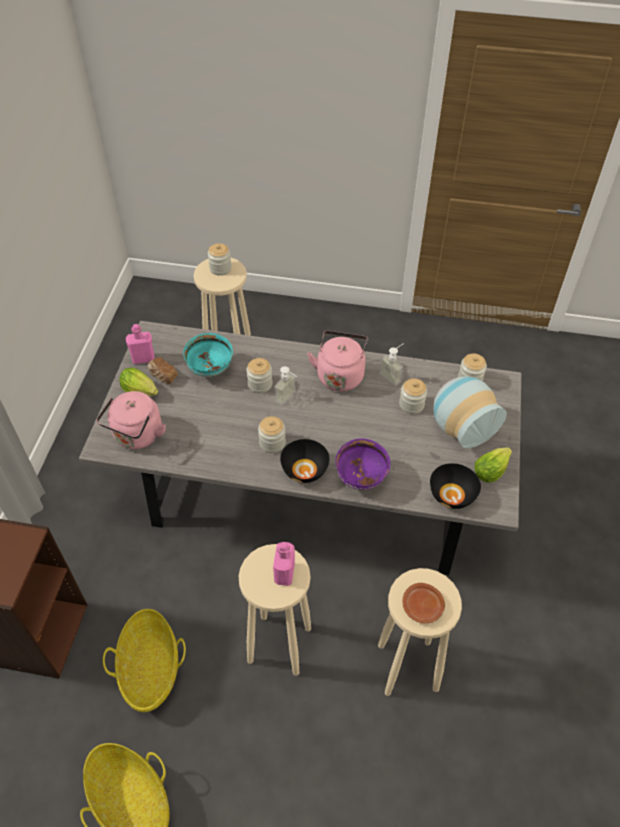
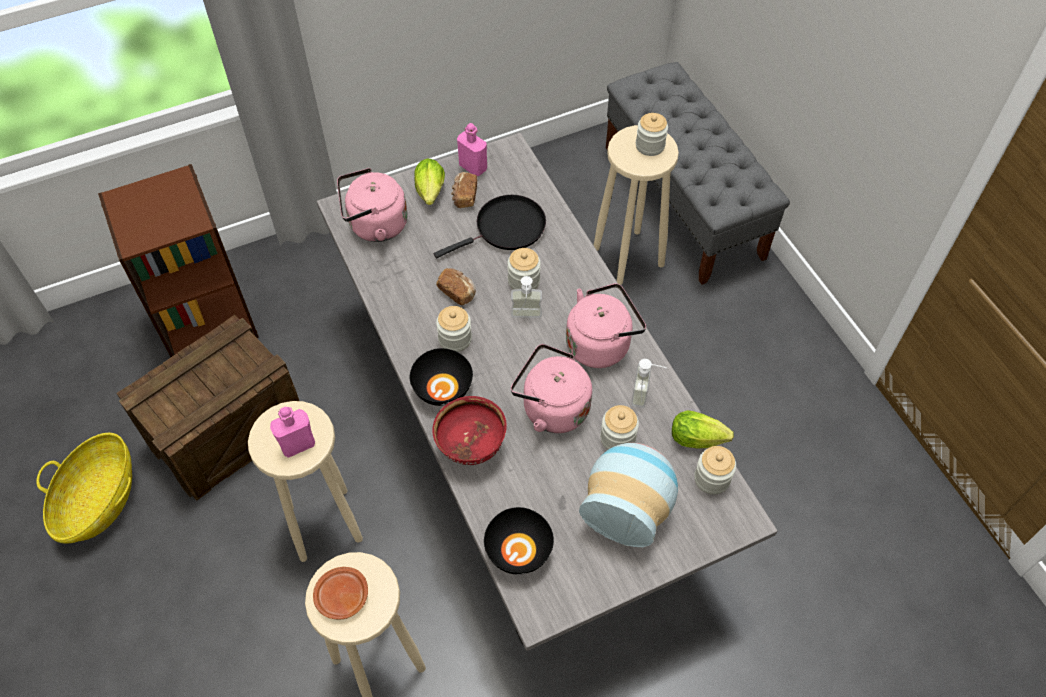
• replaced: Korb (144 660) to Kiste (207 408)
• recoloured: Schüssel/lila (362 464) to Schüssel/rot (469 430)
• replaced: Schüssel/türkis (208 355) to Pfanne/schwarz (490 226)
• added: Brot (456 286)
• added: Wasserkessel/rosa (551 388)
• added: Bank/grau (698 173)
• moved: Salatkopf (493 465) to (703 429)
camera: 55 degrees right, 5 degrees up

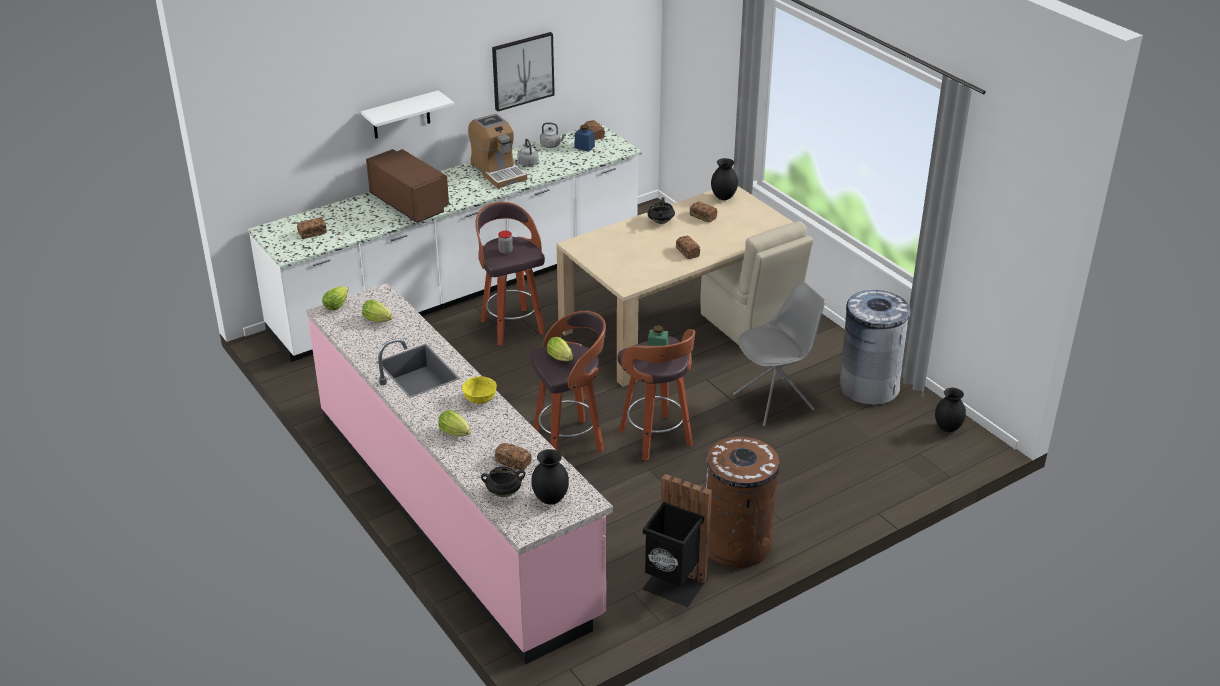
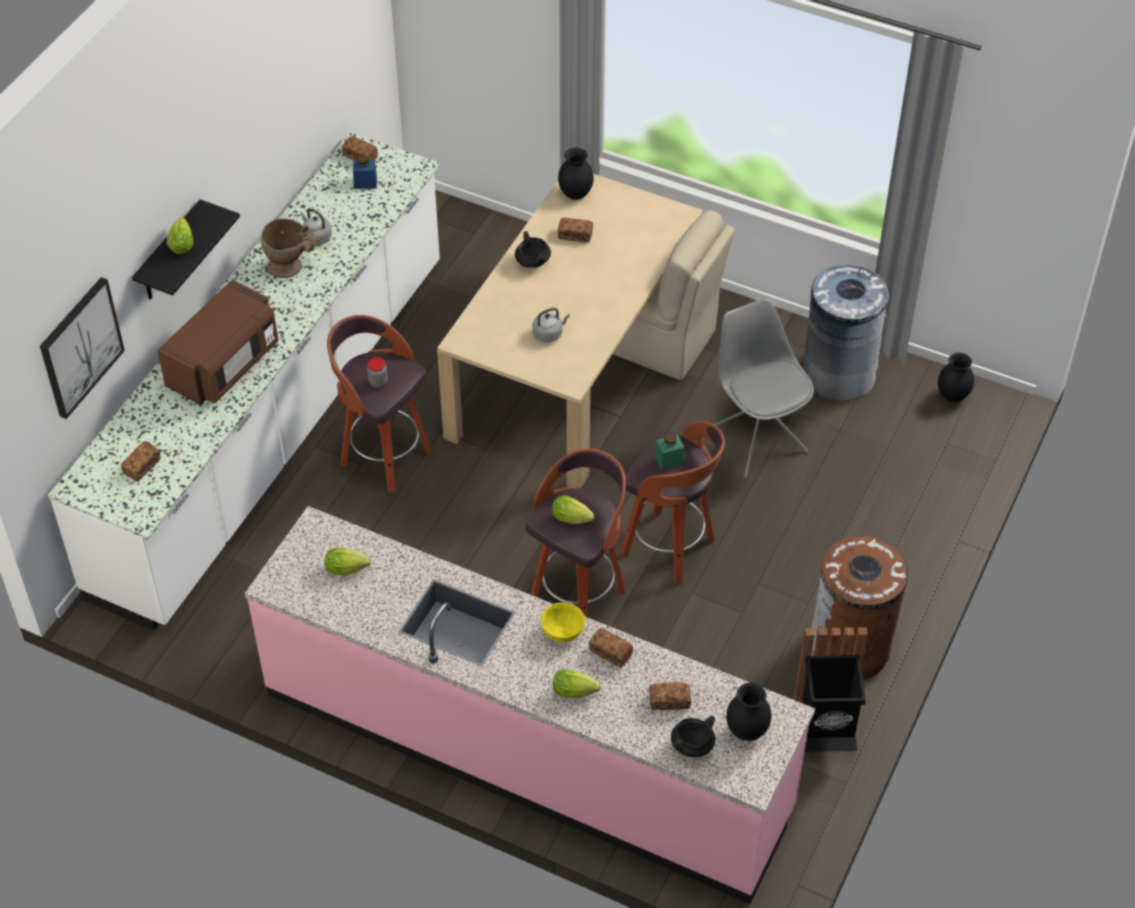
• moved: Bild (523 71) to (82 348)
• recoloured: Wandregal/weiß (407 114) to Wandregal/schwarz (186 249)
• turned: Mikrowelle/braun (407 186) = (217 342) 105 degrees clockwise
• moved: Salatkopf (335 298) to (180 235)
• replaced: Kaffeemaschine (497 151) to Vase/beige (290 248)
• moved: Wasserkessel/grau (553 135) to (551 325)
• moved: Brot (688 247) to (611 648)
• turned: Stuhl/grau (779 354) = (763 388) 60 degrees counterclockwise
camera: 30 degrees left, 15 degrees up

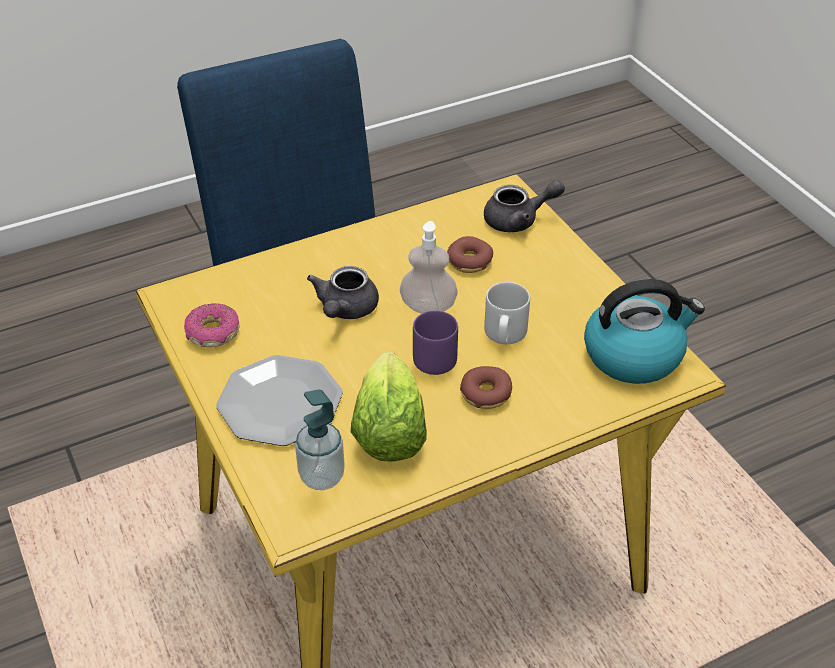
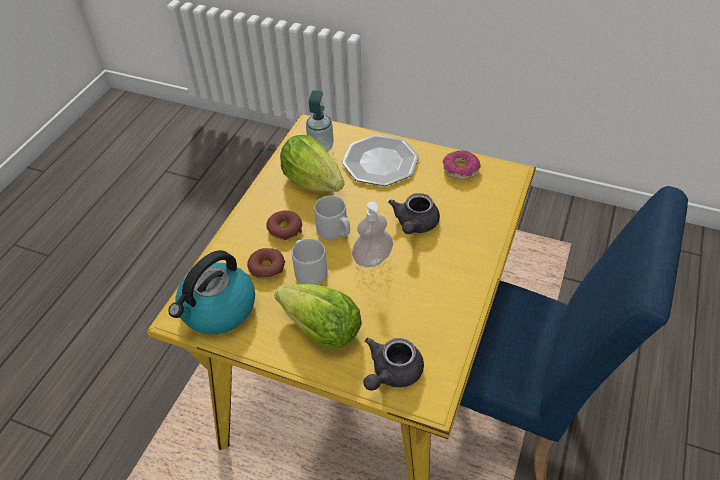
• moved: Donut (470 254) to (266 263)
• added: Salatkopf (318 316)
• recoloured: Henkelbecher/lila (435 342) to Henkelbecher/grau (332 217)
• turned: Teekanne/grau (343 292) = (414 213) 135 degrees counterclockwise
camera: 140 degrees right, 5 degrees up

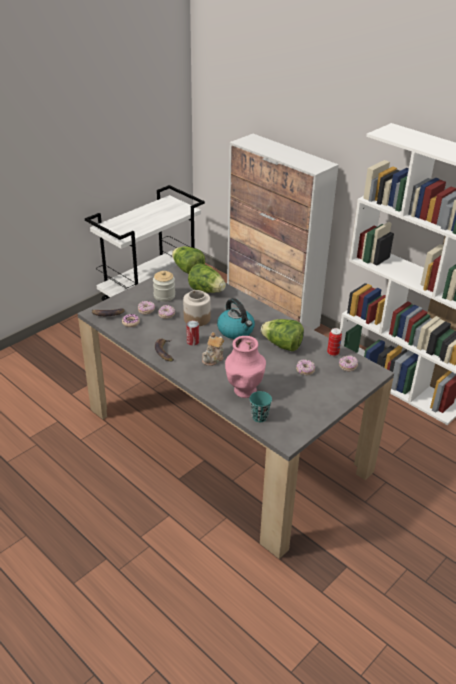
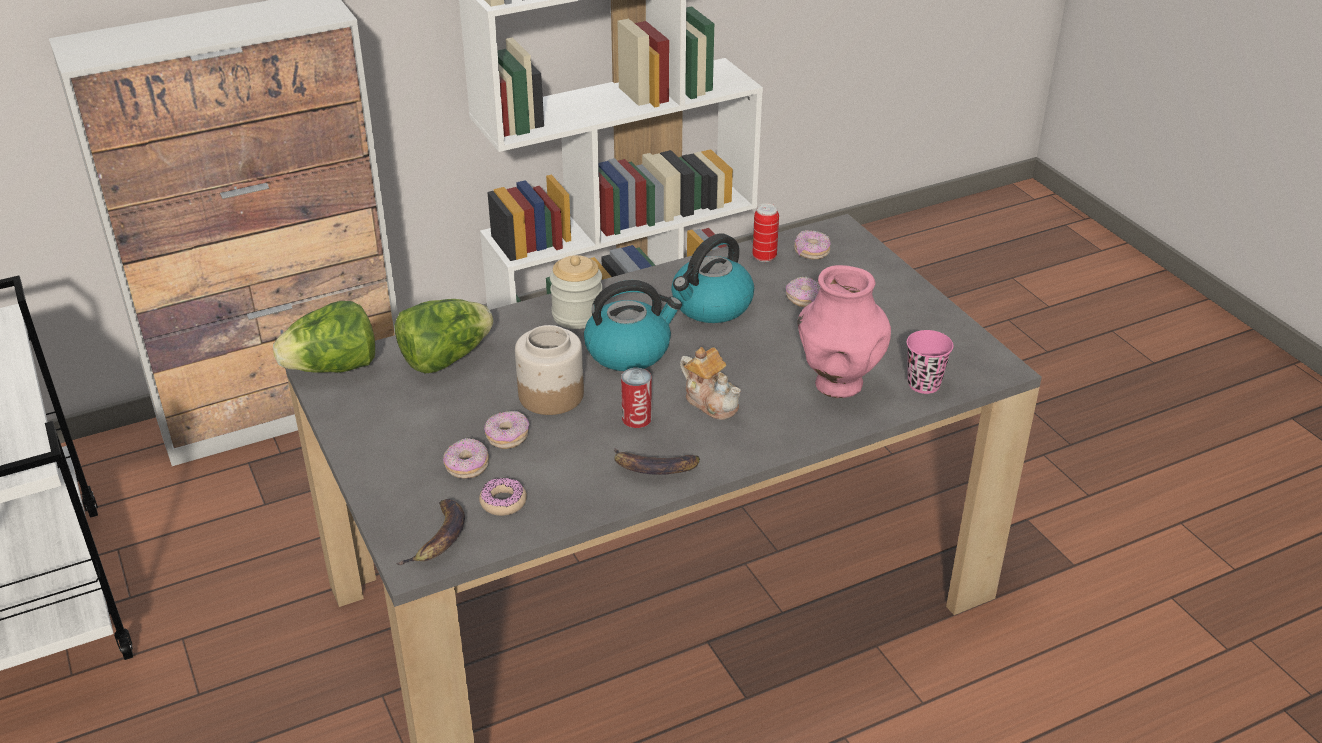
• moved: Vorratsglas (164 286) to (576 292)
• replaced: Salatkopf (282 335) to Wasserkessel (712 278)
• recoloured: Tasse/türkis (260 406) to Tasse/rosa (930 362)
camera: 70 degrees left, 0 degrees up

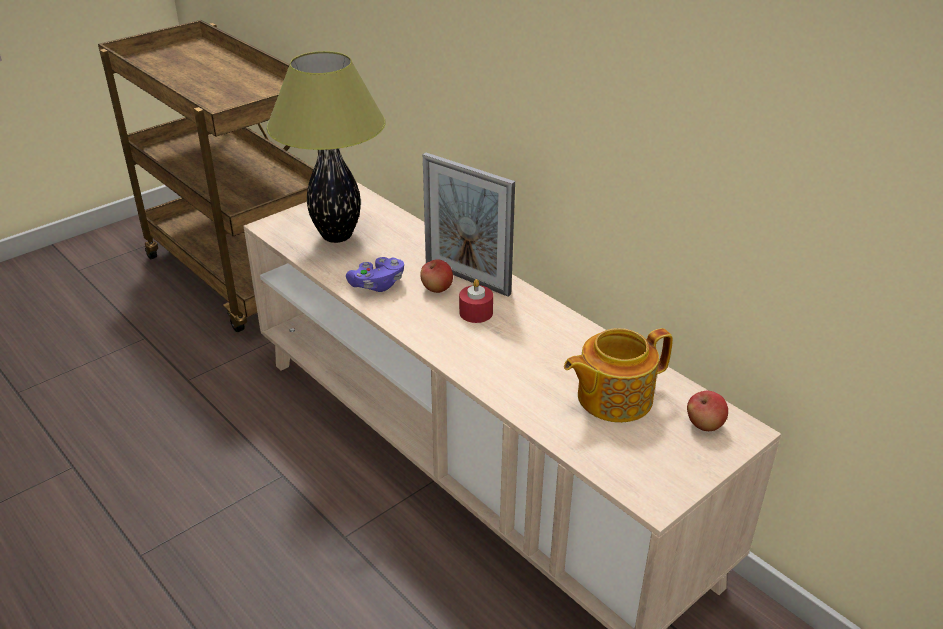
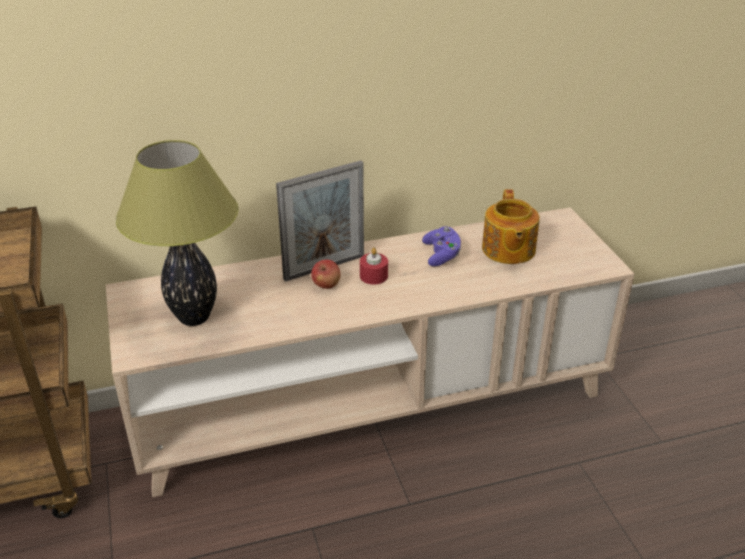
• moved: Gamepad/lila (375 274) to (441 246)
• removed: Apfel (707 411)
camera: 65 degrees left, 0 degrees up

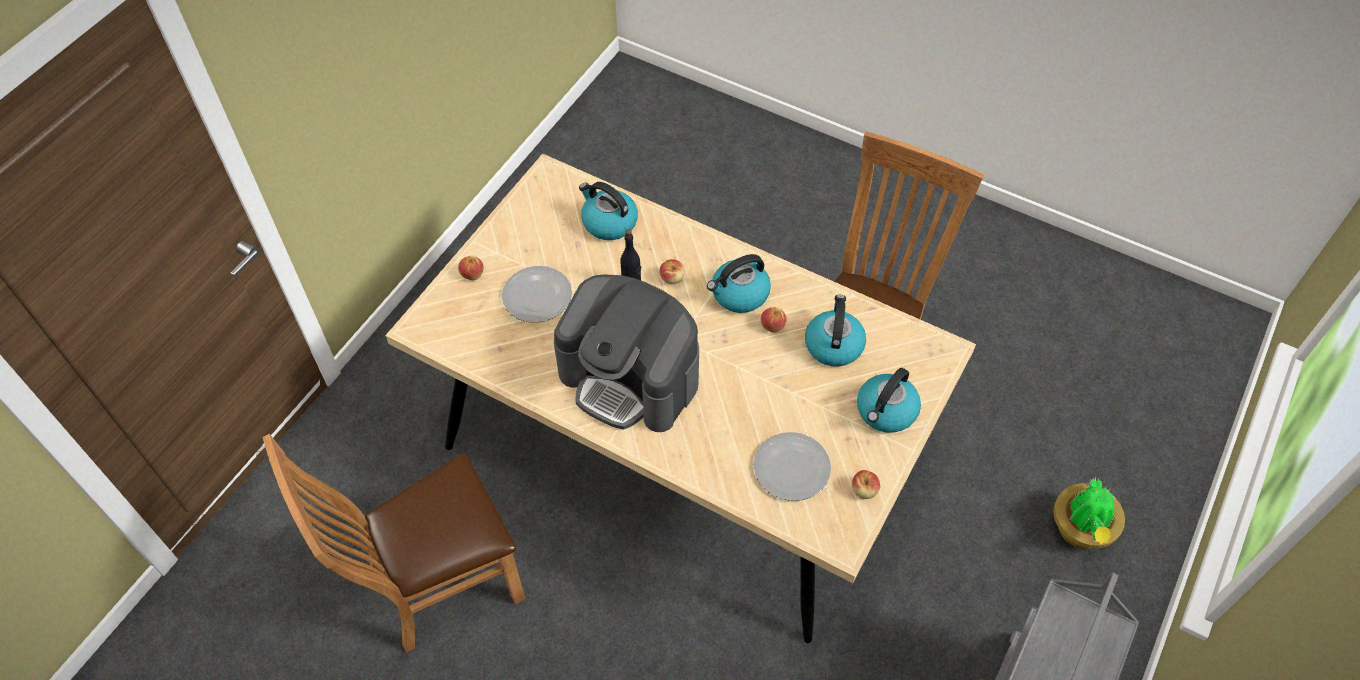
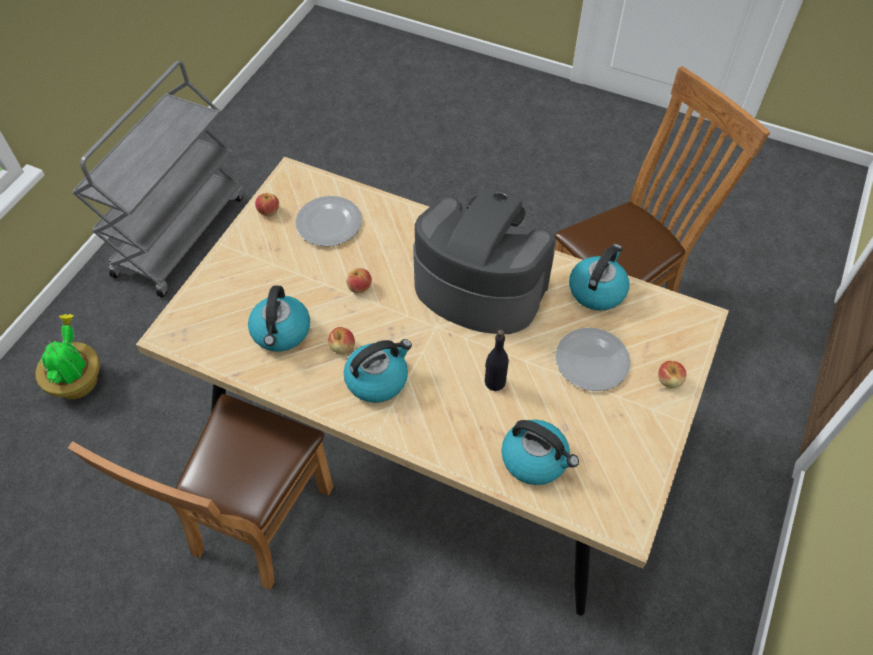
• moved: Apfel (672 271) to (359 280)
• moved: Wasserkessel (889 400) to (599 277)
camera: 175 degrees right, 0 degrees up

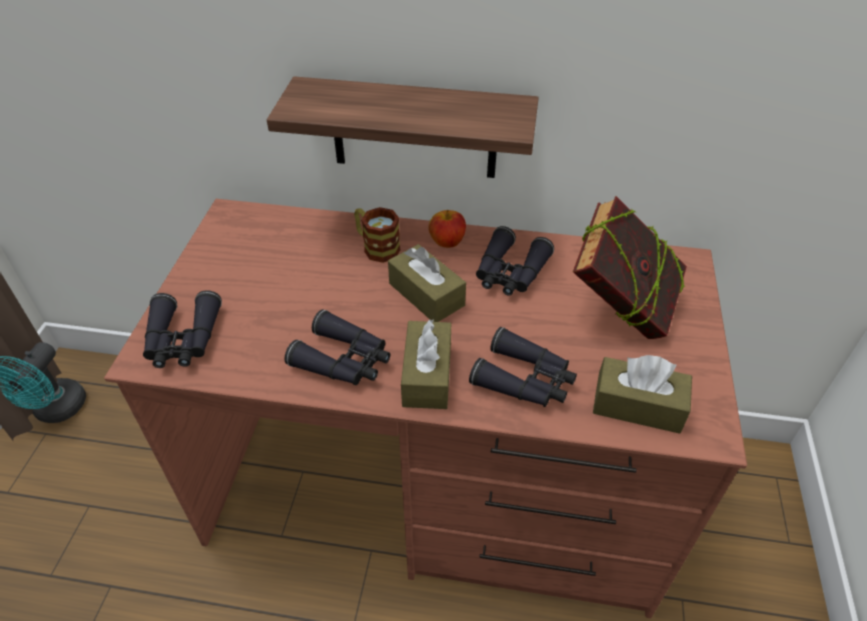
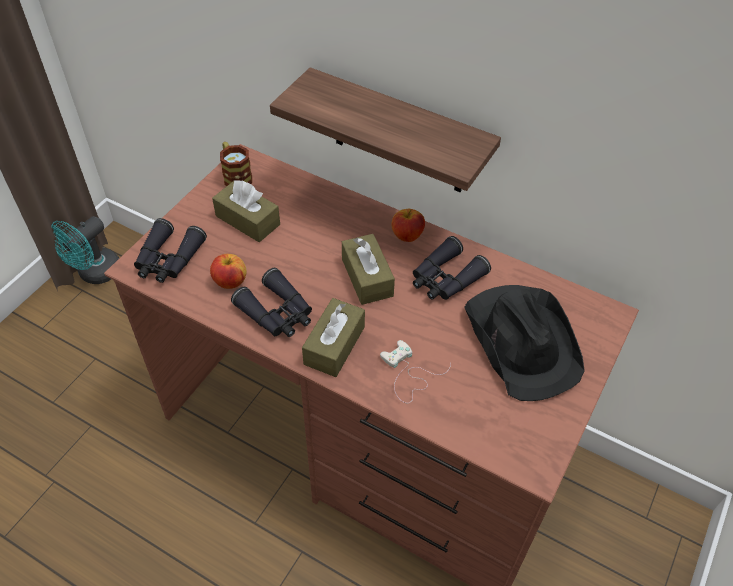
• added: Apfel (228 271)
• moved: Taschentuchbox/braun (642 394) to (246 211)
• moved: Henkelbecher (377 235) to (236 164)
• replaced: Fernglas/schwarz (523 367) to Gamepad/weiß (415 371)
• replaced: Buch (630 267) to Hut/schwarz (524 343)
camera: 20 degrees right, 5 degrees up

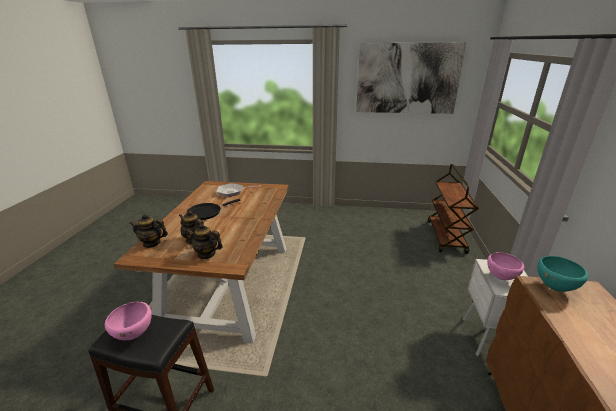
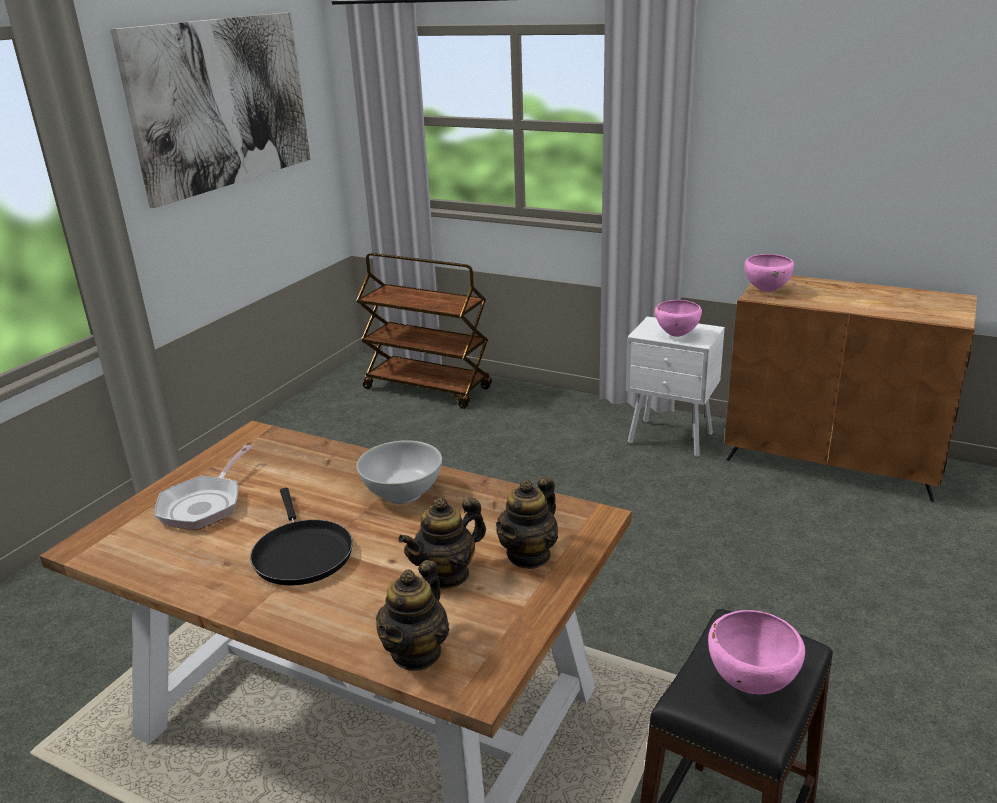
• added: Schüssel/weiß (399 472)
• recoloured: Schüssel/türkis (562 274) to Schüssel/rosa (769 273)
camera: 70 degrees left, 0 degrees up

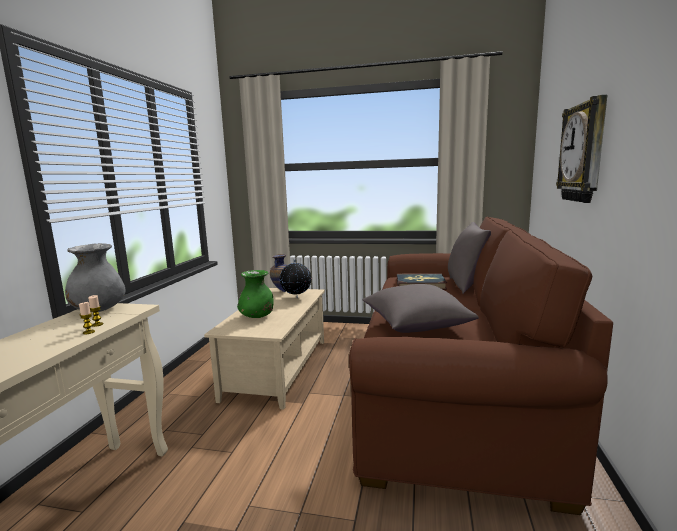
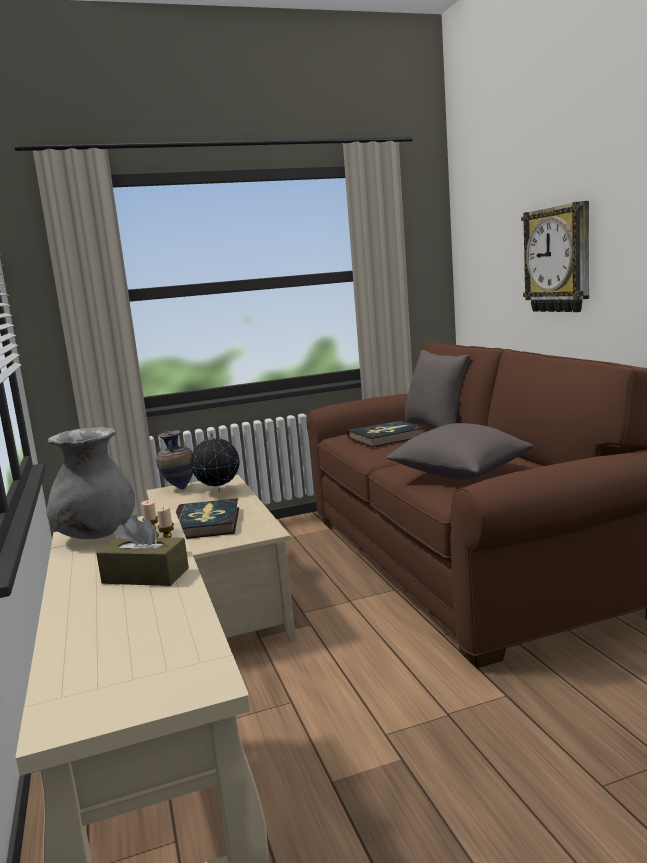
• added: Taschentuchbox/braun (142 550)
• replaced: Vase/grün (255 294) to Buch (207 518)
camera: 30 degrees left, 0 degrees up

